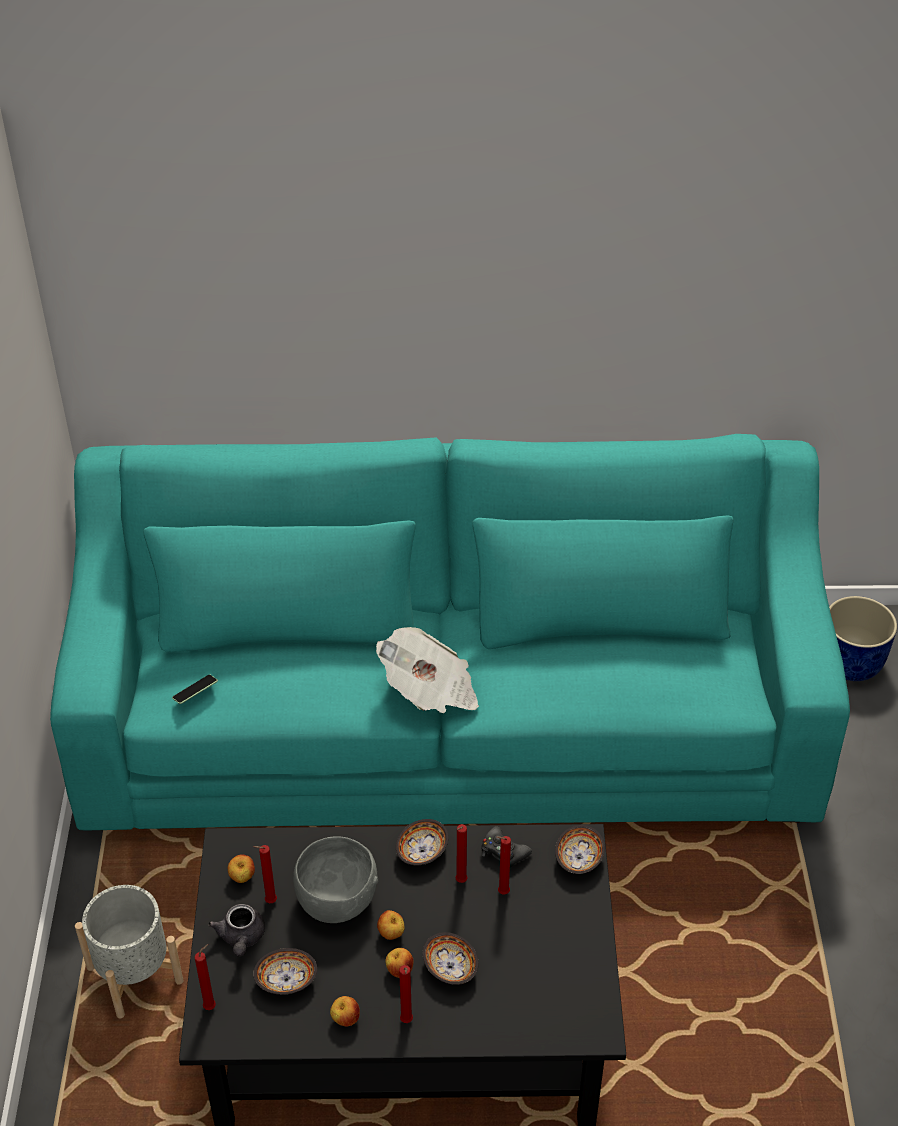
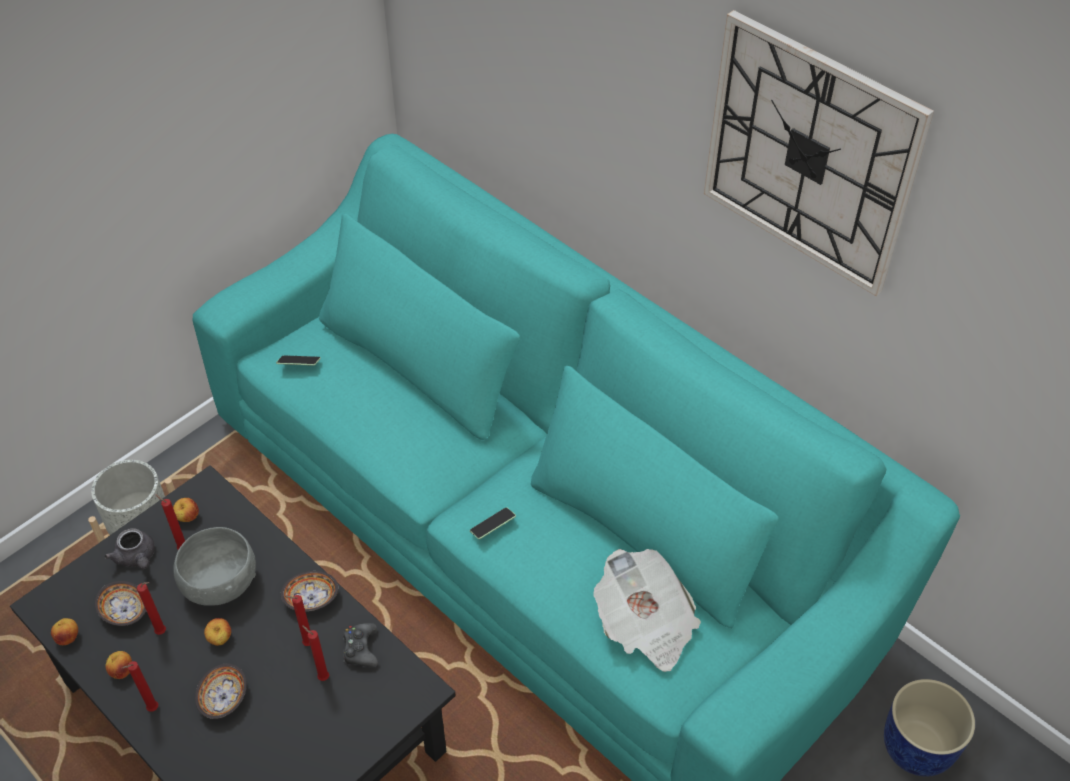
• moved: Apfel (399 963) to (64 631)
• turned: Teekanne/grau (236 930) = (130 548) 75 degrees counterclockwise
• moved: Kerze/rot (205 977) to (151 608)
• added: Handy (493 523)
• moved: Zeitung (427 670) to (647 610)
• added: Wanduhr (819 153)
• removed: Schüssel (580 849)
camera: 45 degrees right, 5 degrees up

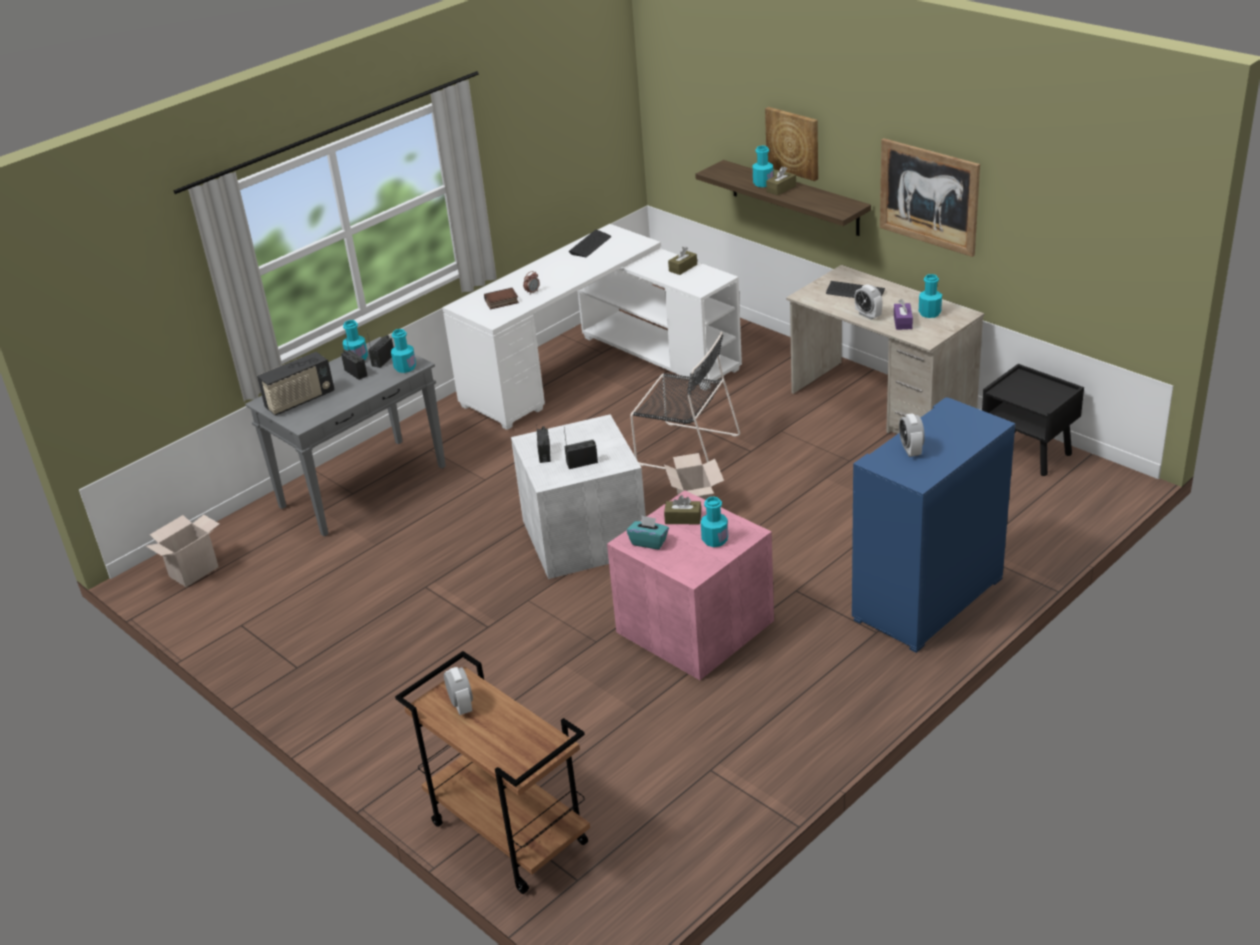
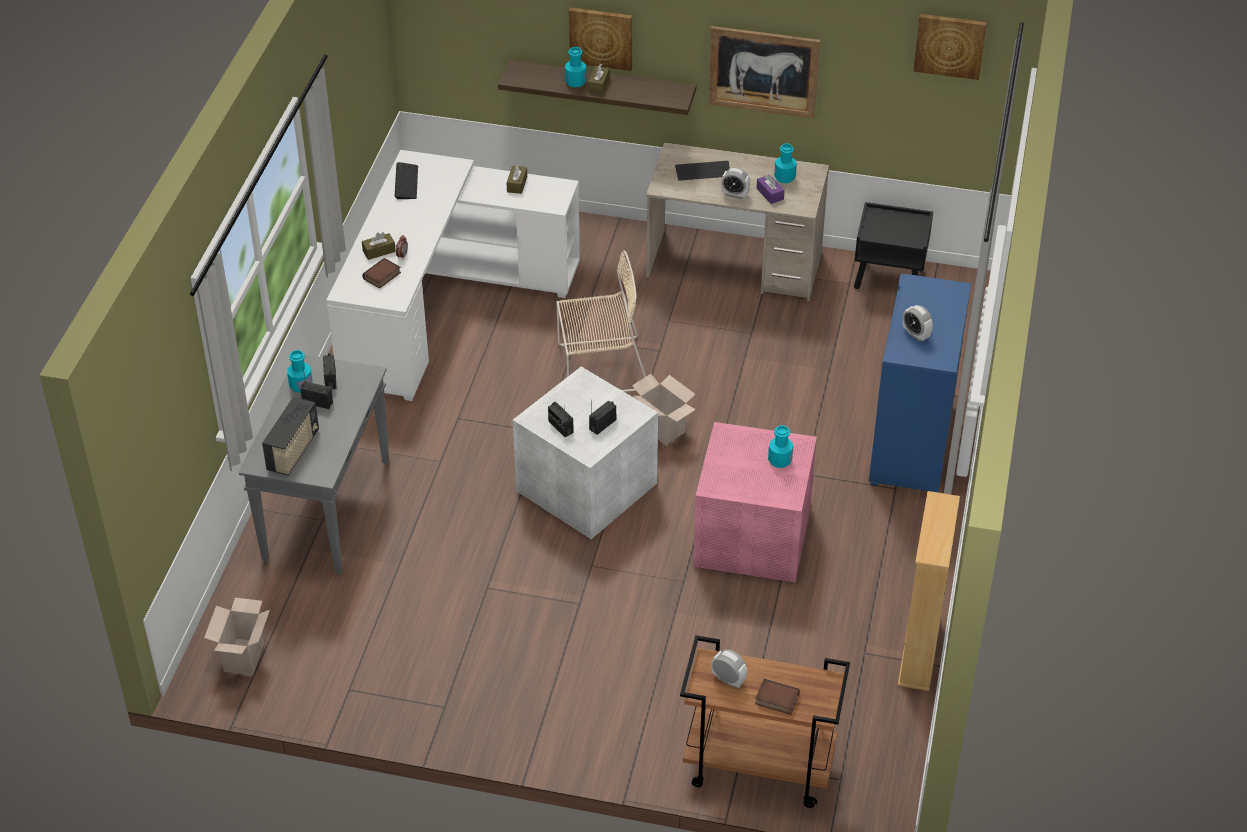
• moved: Taschentuchbox/braun (682 509) to (379 246)
• recoloured: Stuhl/schwarz (685 400) to Stuhl/beige (601 321)
• added: Buch (777 697)
• added: Bücherregal/beige (928 591)
• added: Bild (950 47)
• removed: Flasche/türkis (403 351)
• removed: Taschentuchbox/türkis (648 532)
camera: 35 degrees left, 10 degrees up

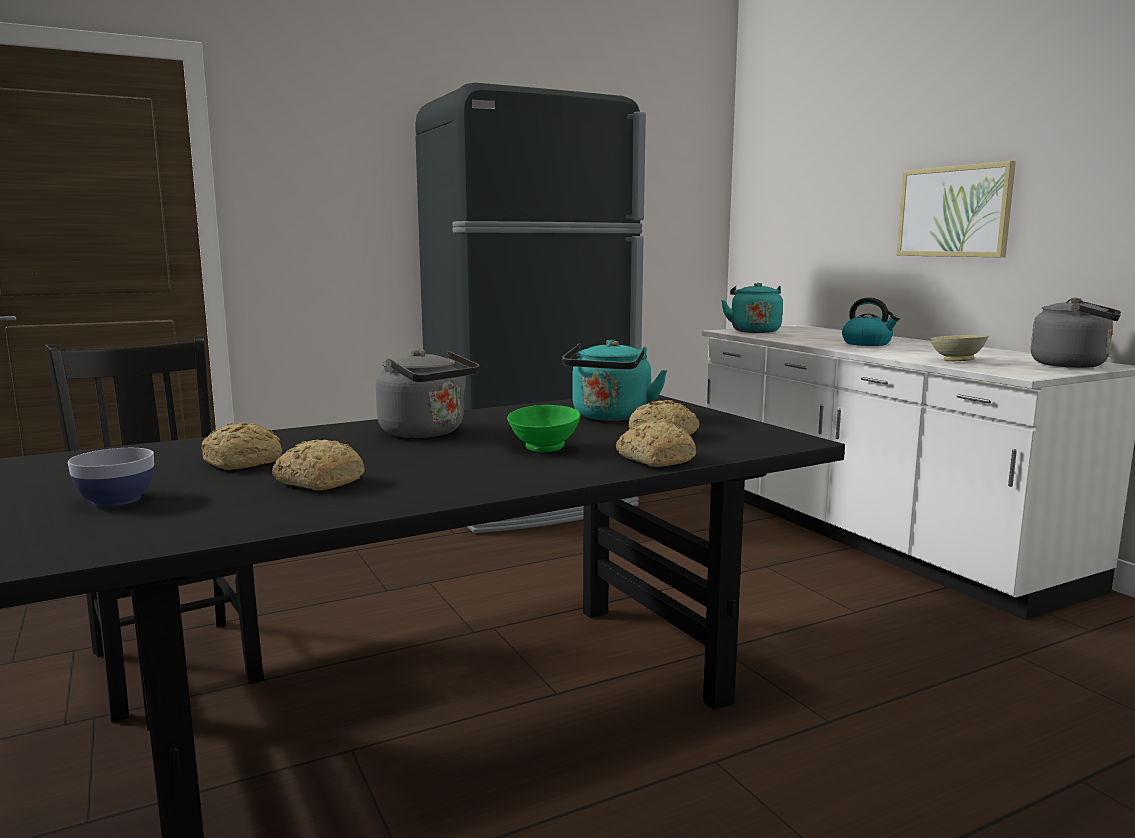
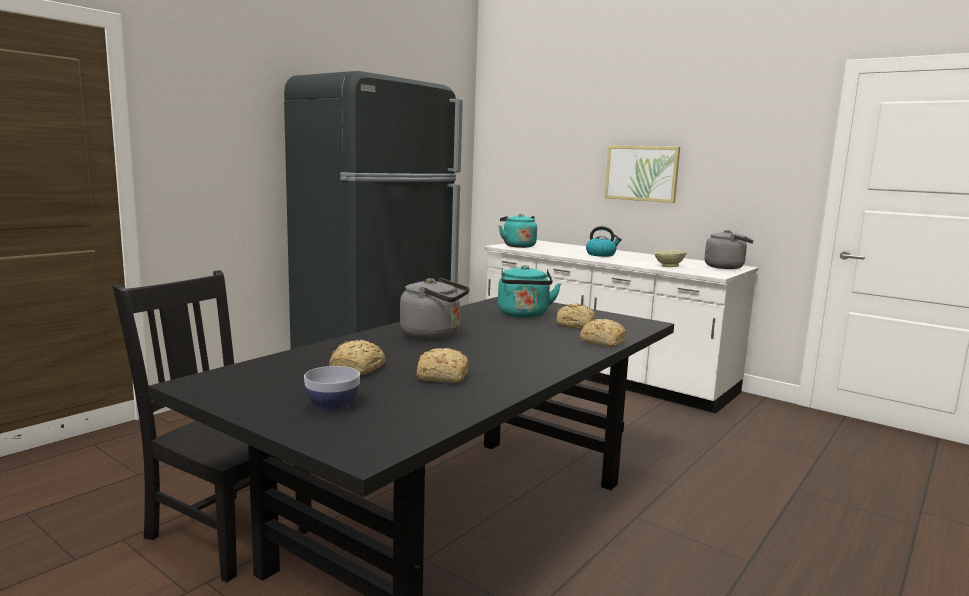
• removed: Schüssel/grün (543 428)
camera: 25 degrees left, 0 degrees up

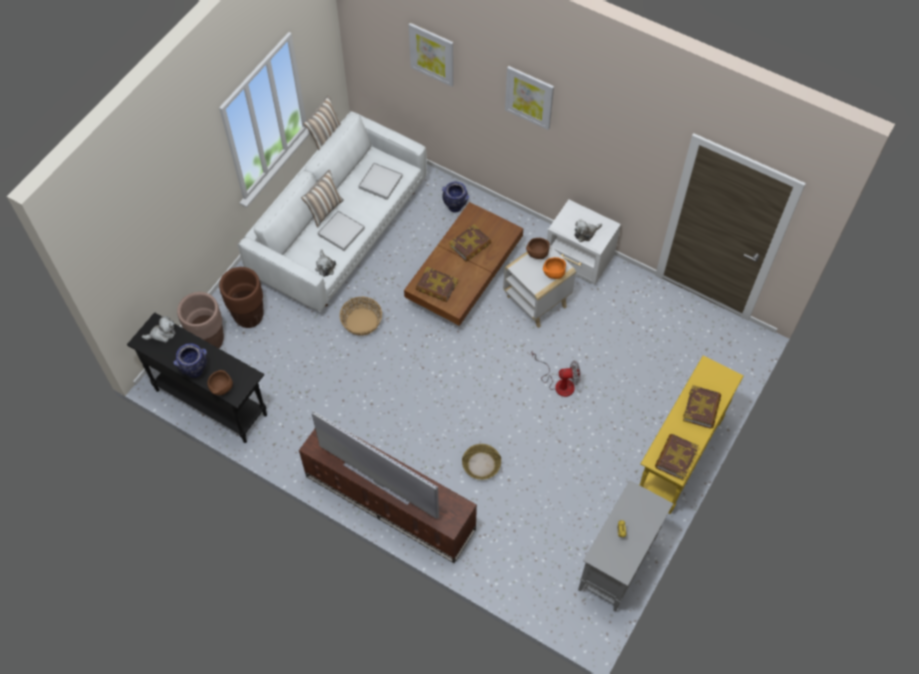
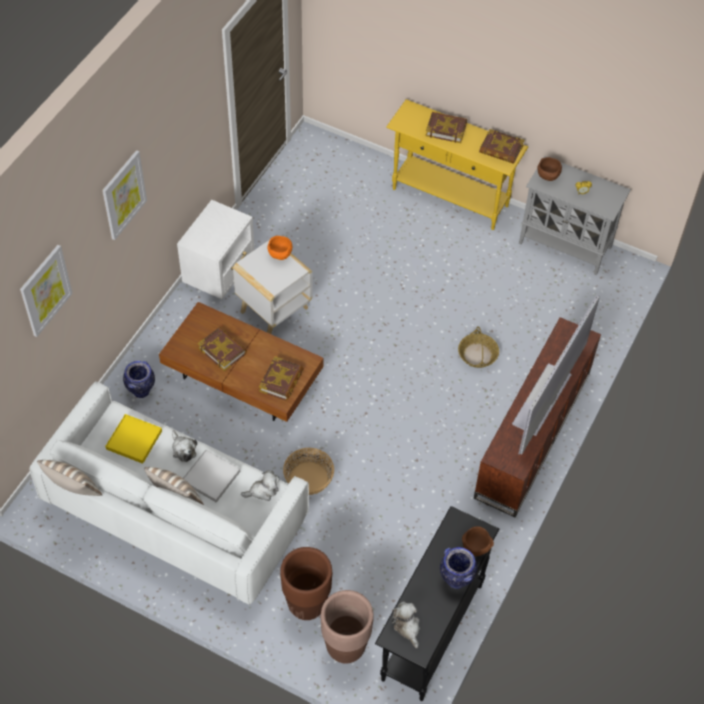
• recoloured: Tablett/weiß (380 181) to Tablett/gelb (133 439)
• moved: Plüschtier (588 230) to (184 446)
• moved: Schüssel/braun (538 248) to (549 169)
• removed: Ventilator (556 374)
camera: 95 degrees left, 5 degrees down

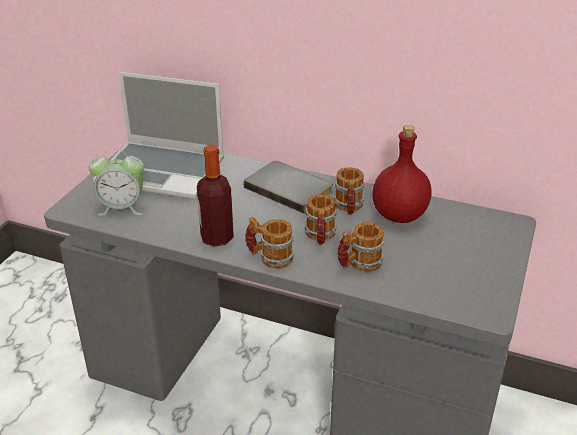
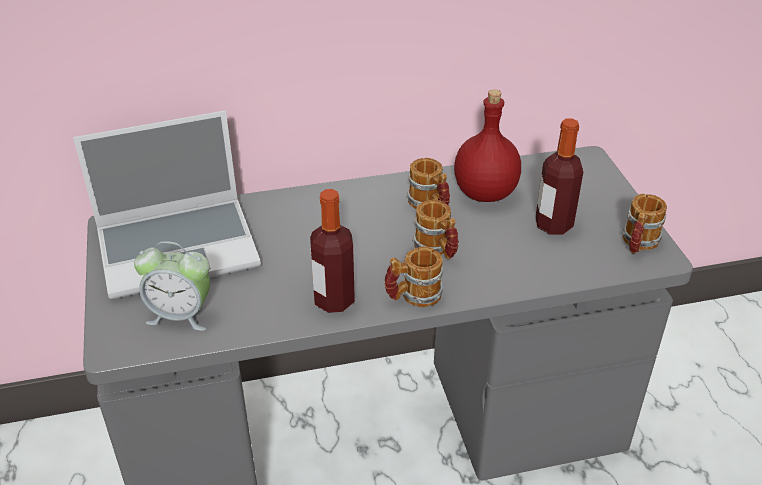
• turned: Wecker (116 182) = (172 286) 45 degrees clockwise
• added: Flasche (559 176)
• moved: Henkelbecher (360 247) to (644 224)
• removed: Buch/grau (288 187)
camera: 35 degrees left, 5 degrees up

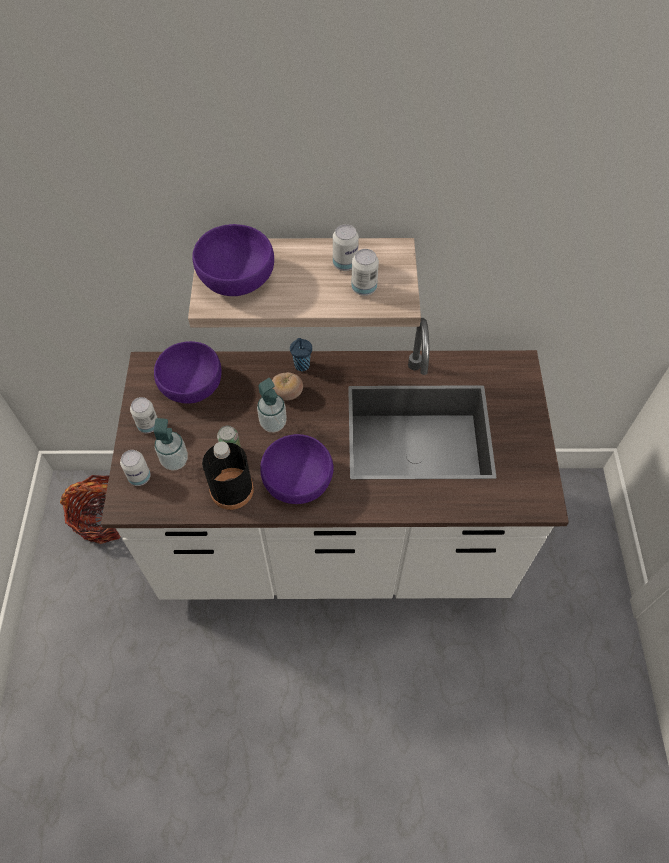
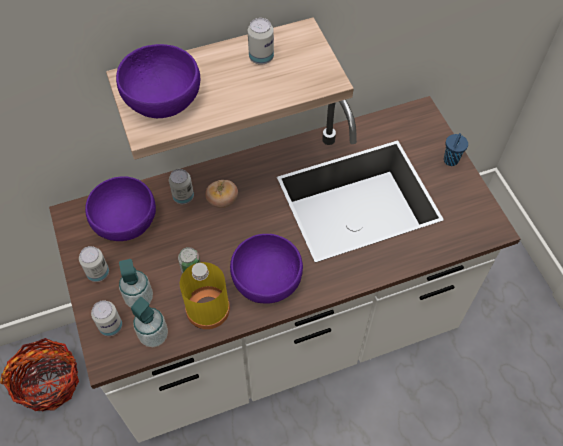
• moved: Seifenspender (272 405) to (149 322)
• moved: Dose (365 272) to (181 186)
• recoloured: Flasche/schwarz (228 475) to Flasche/gelb (205 295)
• moved: Tasse/blau (301 354) to (456 149)
camera: 20 degrees left, 0 degrees up

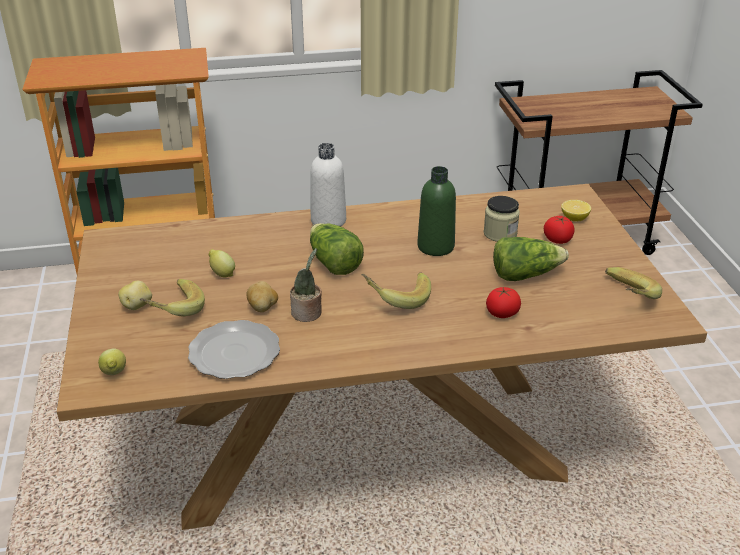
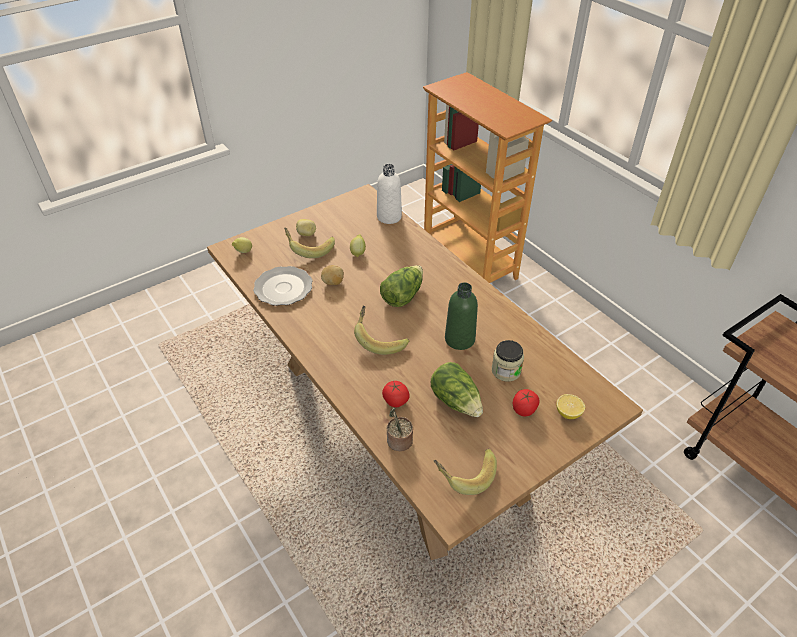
• moved: Flasche/weiß (328 184) to (389 194)
• moved: Topfpflanze (306 285) to (400 429)
camera: 65 degrees right, 10 degrees up

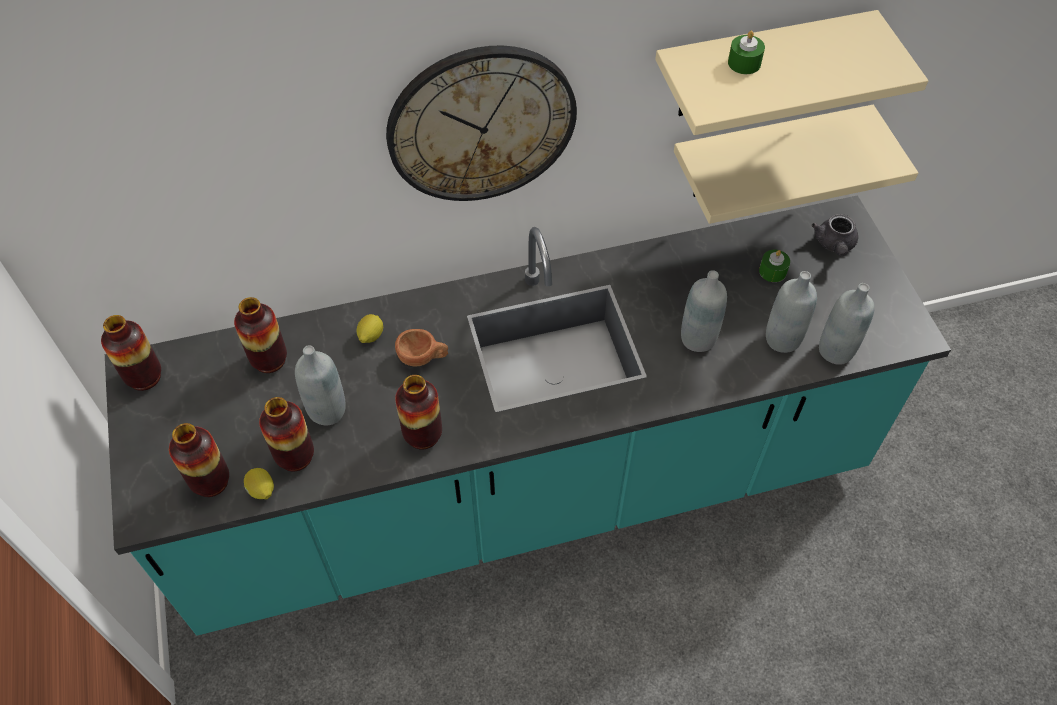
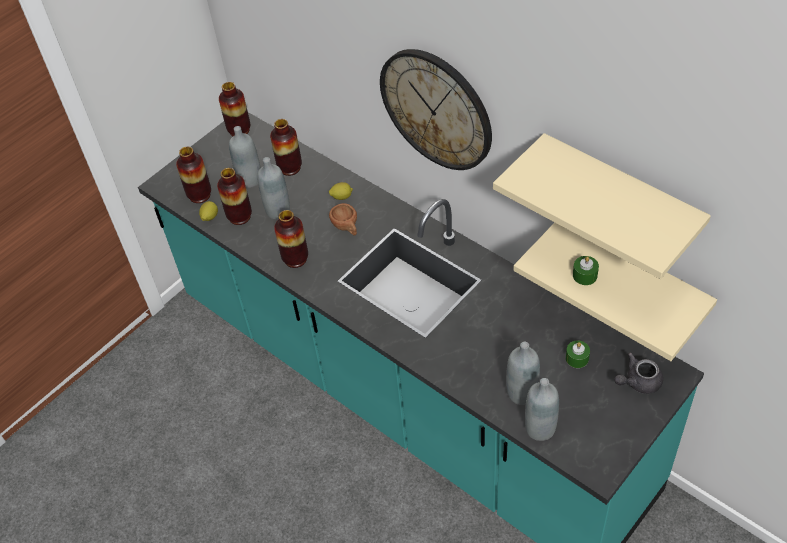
• moved: Flasche/grau (704 311) to (245 157)
• moved: Kerze/grün (746 52) to (586 270)
camera: 60 degrees right, 5 degrees down

